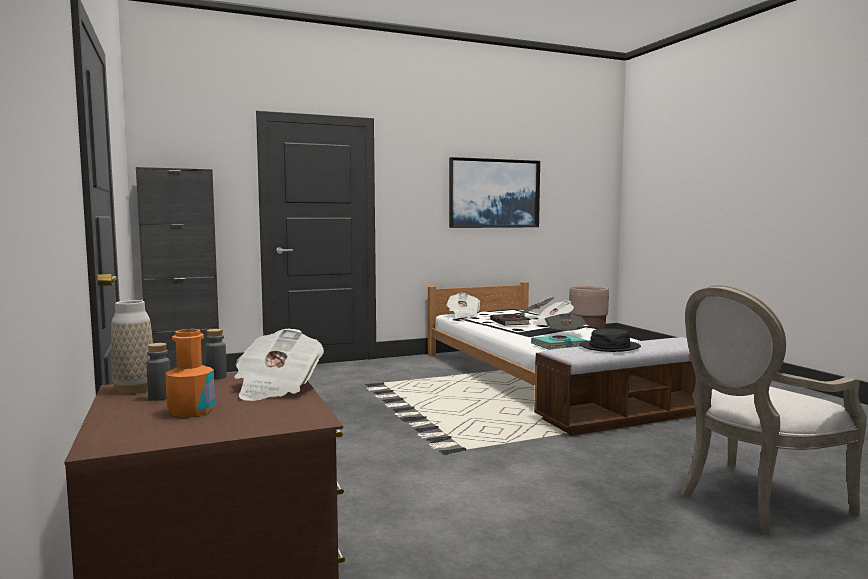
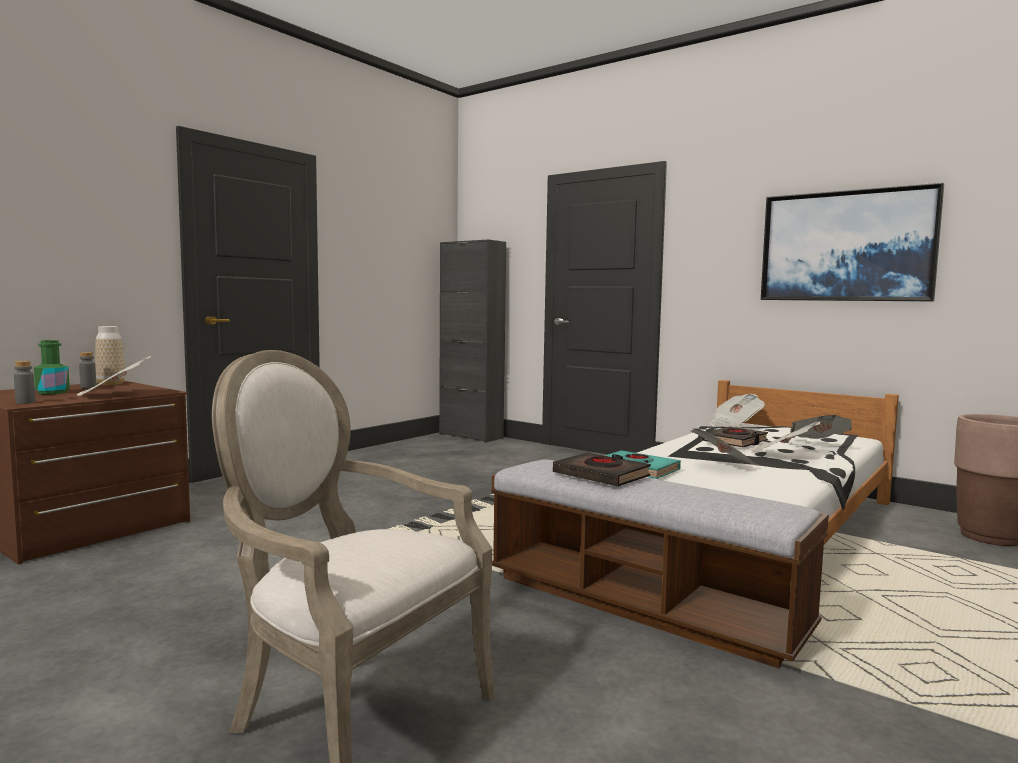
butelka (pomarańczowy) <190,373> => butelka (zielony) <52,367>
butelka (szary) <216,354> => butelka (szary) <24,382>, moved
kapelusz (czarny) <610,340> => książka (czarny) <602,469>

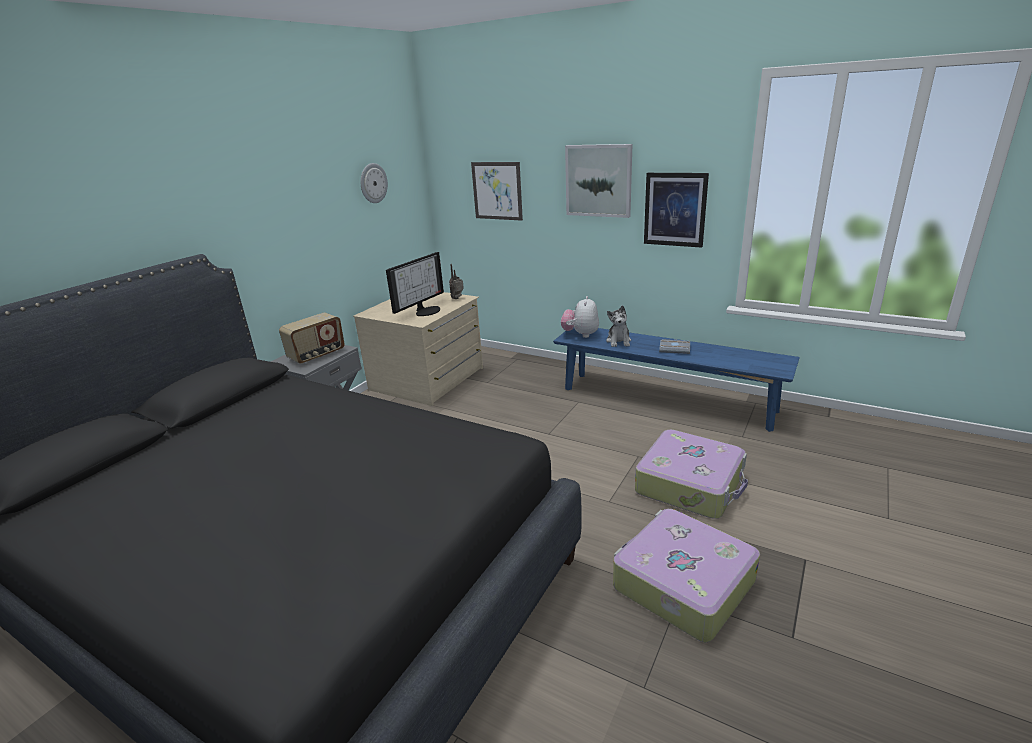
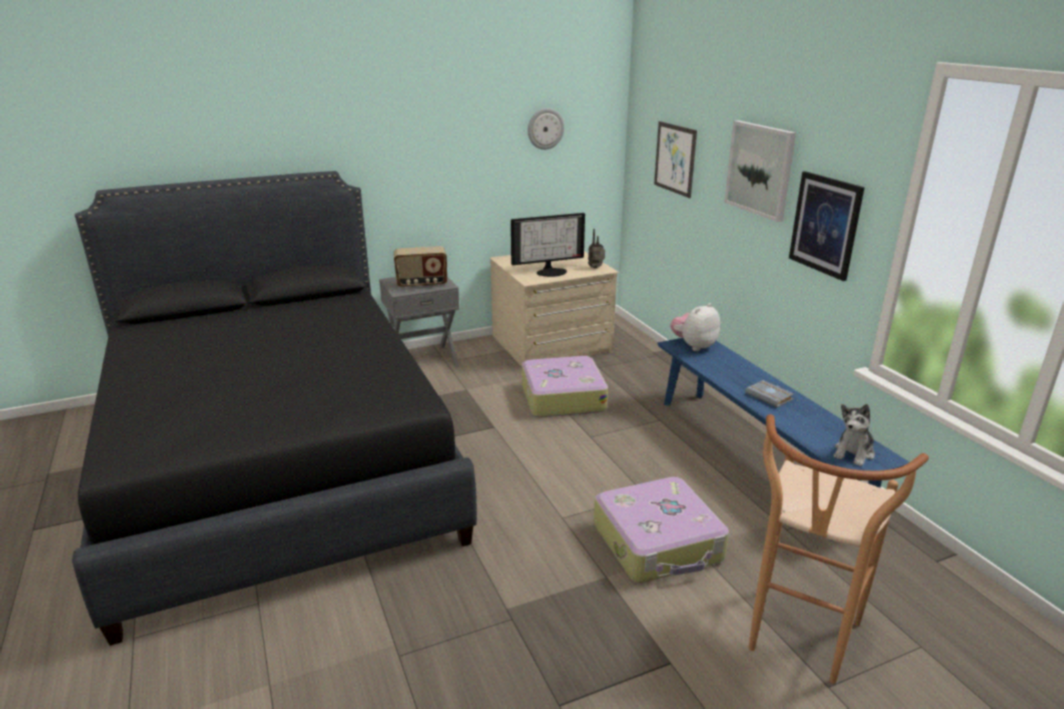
pluszak <618,326> => pluszak <854,435>, moved
walizka <686,575> => walizka <565,386>, moved
nothing => stołek (brązowy) <839,549>

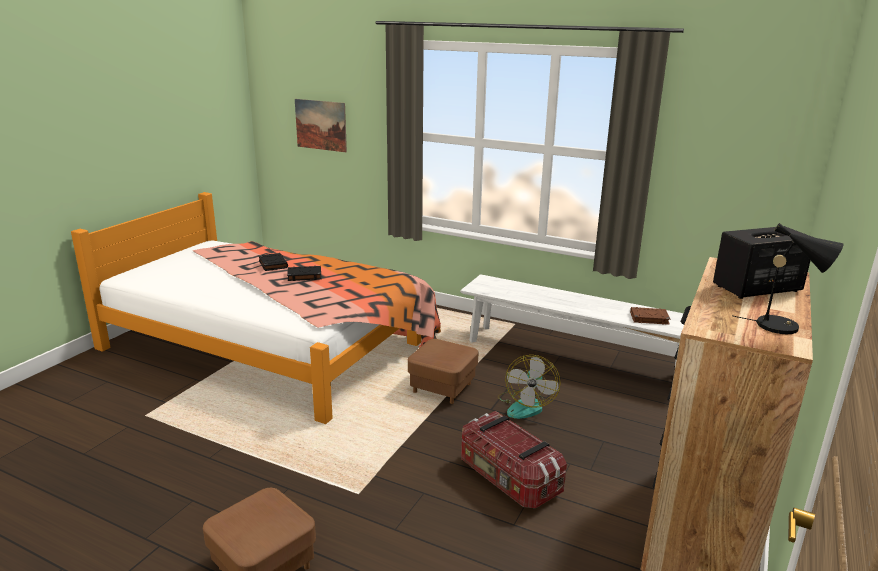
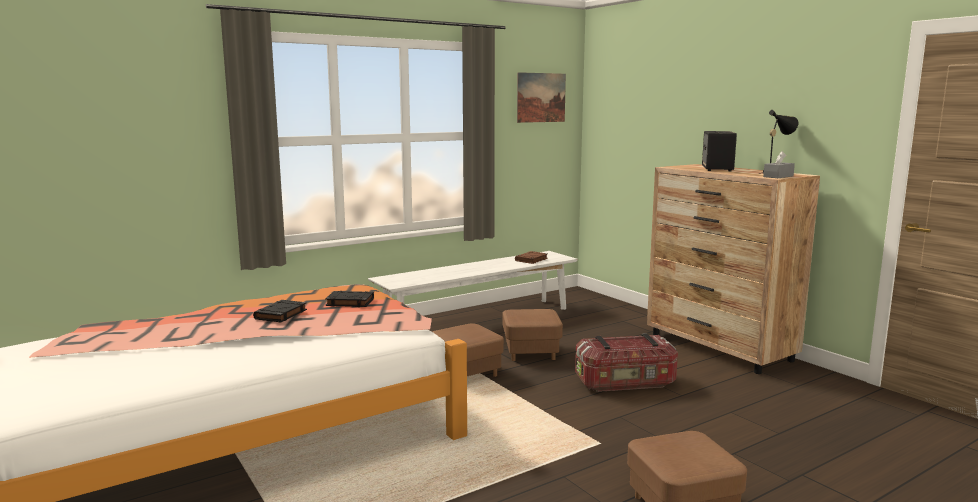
książka (czarny) <273,262> => książka (czarny) <349,299>, moved
obraz <321,125> => obraz <541,97>, moved
wentylator <529,387> => pufa (brązowy) <532,335>
nothing => pudełko chusteczek (szary) <779,164>

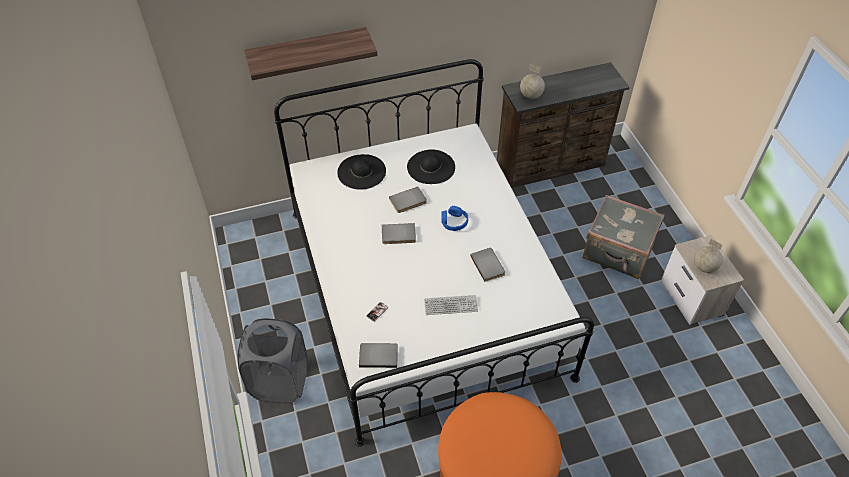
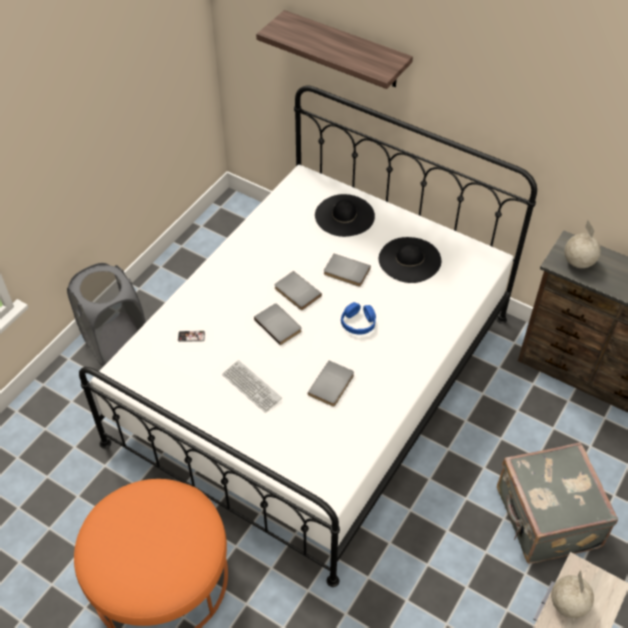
książka (szary) <378,355> => książka (szary) <277,324>, moved

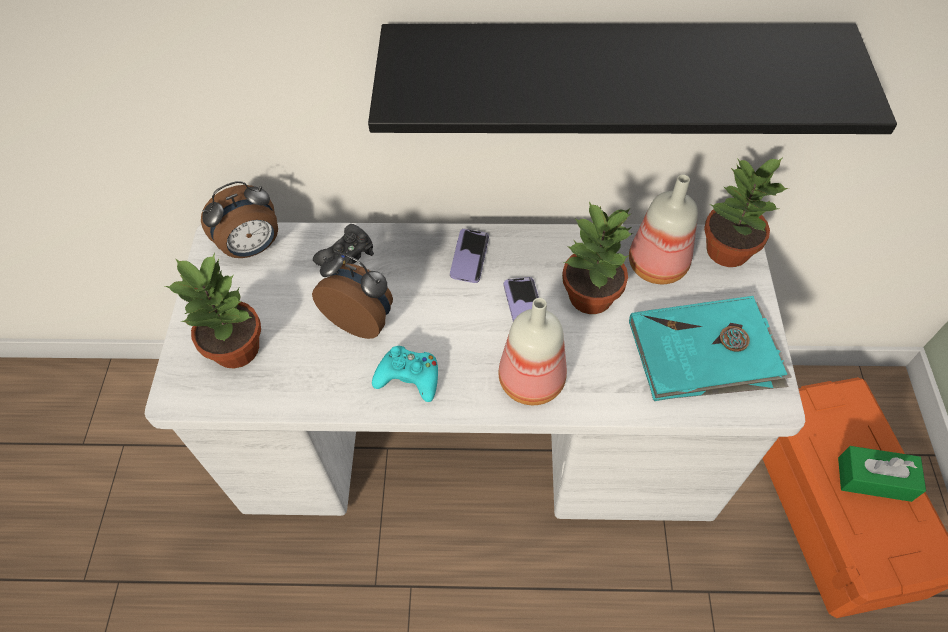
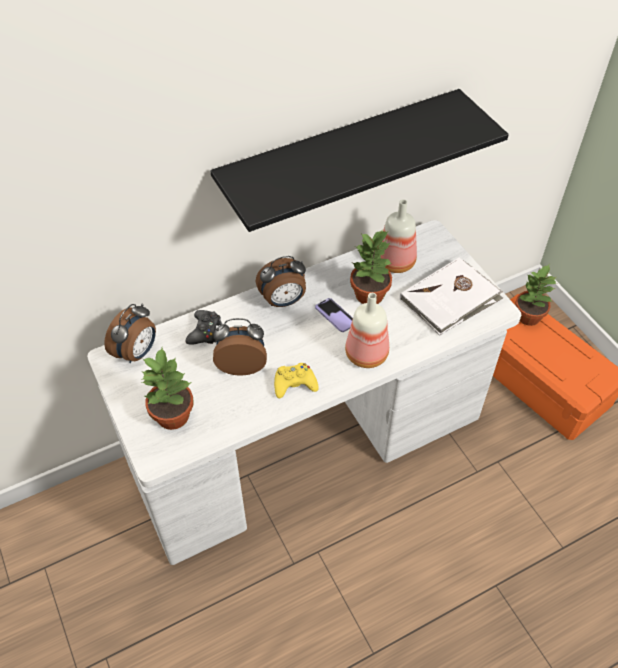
pad do gier (turkusowy) <405,374> => pad do gier (żółty) <296,380>
telefon <469,256> => budzik <281,281>
książka (turkusowy) <710,348> => książka (biały) <451,296>
roślina doniczkowa <746,212> => roślina doniczkowa <536,295>, moved
pudełko chusteczek (zielony) <882,474> => nothing

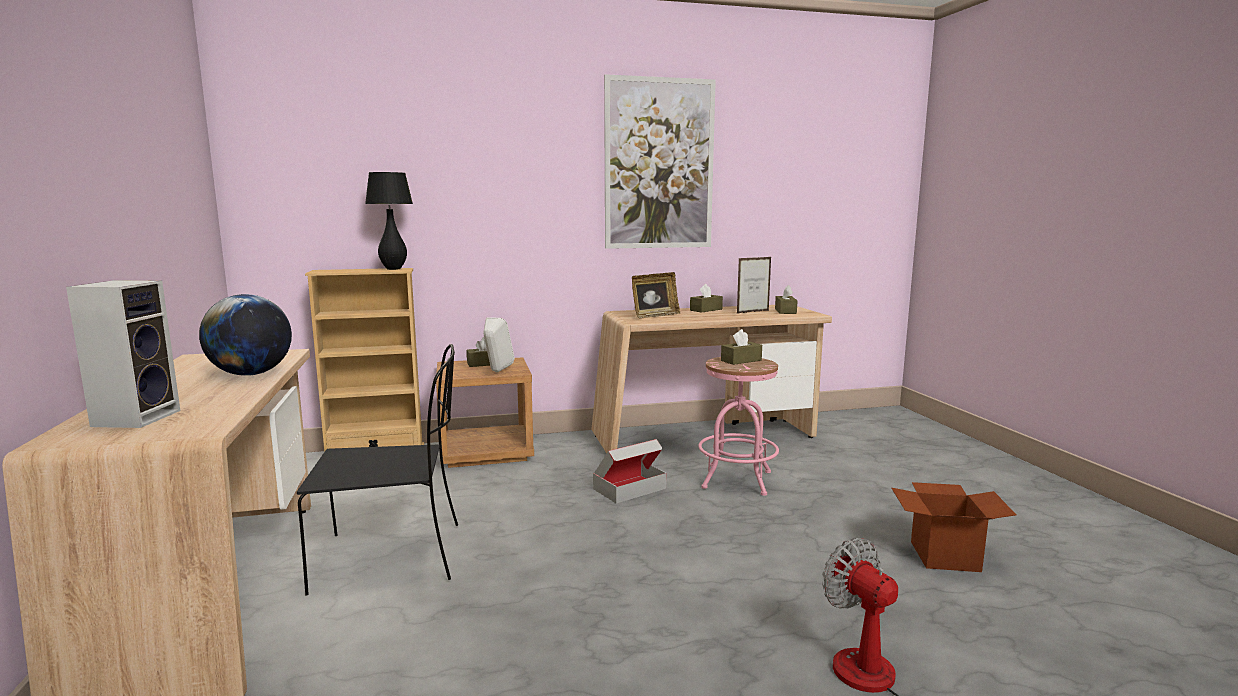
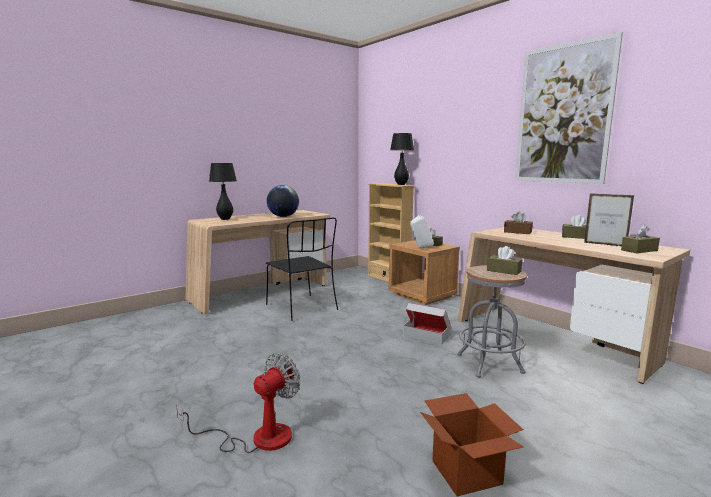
głośnik <123,354> => lampa stołowa (czarny) <223,191>
ramka na zdjęcie <656,295> => pudełko chusteczek (brązowy) <518,222>
stołek (różowy) <738,426> => stołek (szary) <492,321>

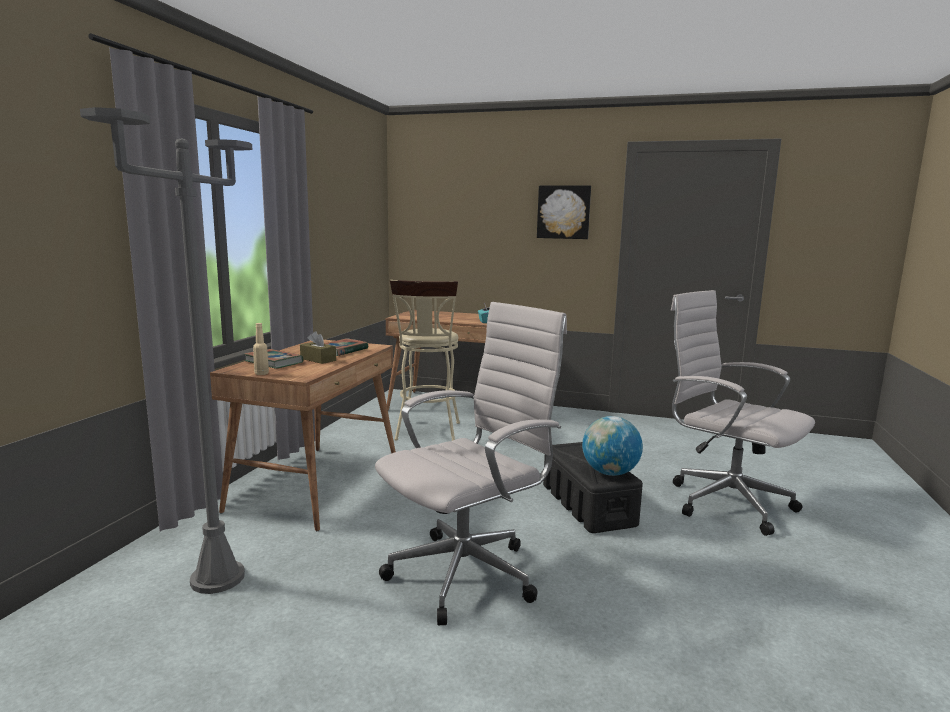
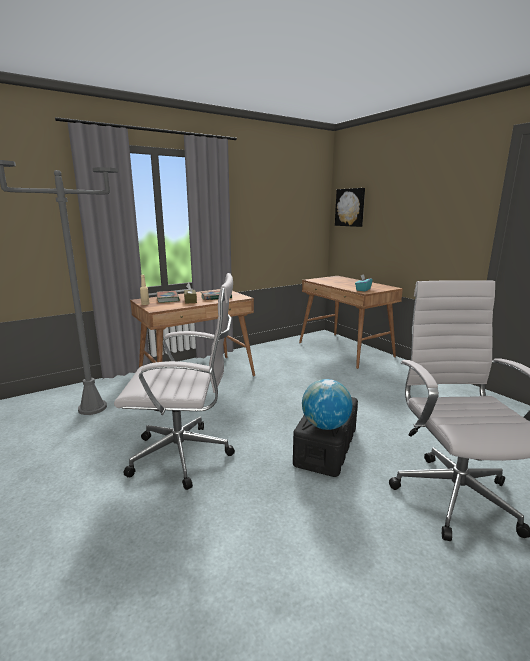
stołek (beżowy) <425,360> => nothing
obraz <564,212> => obraz <350,207>, moved

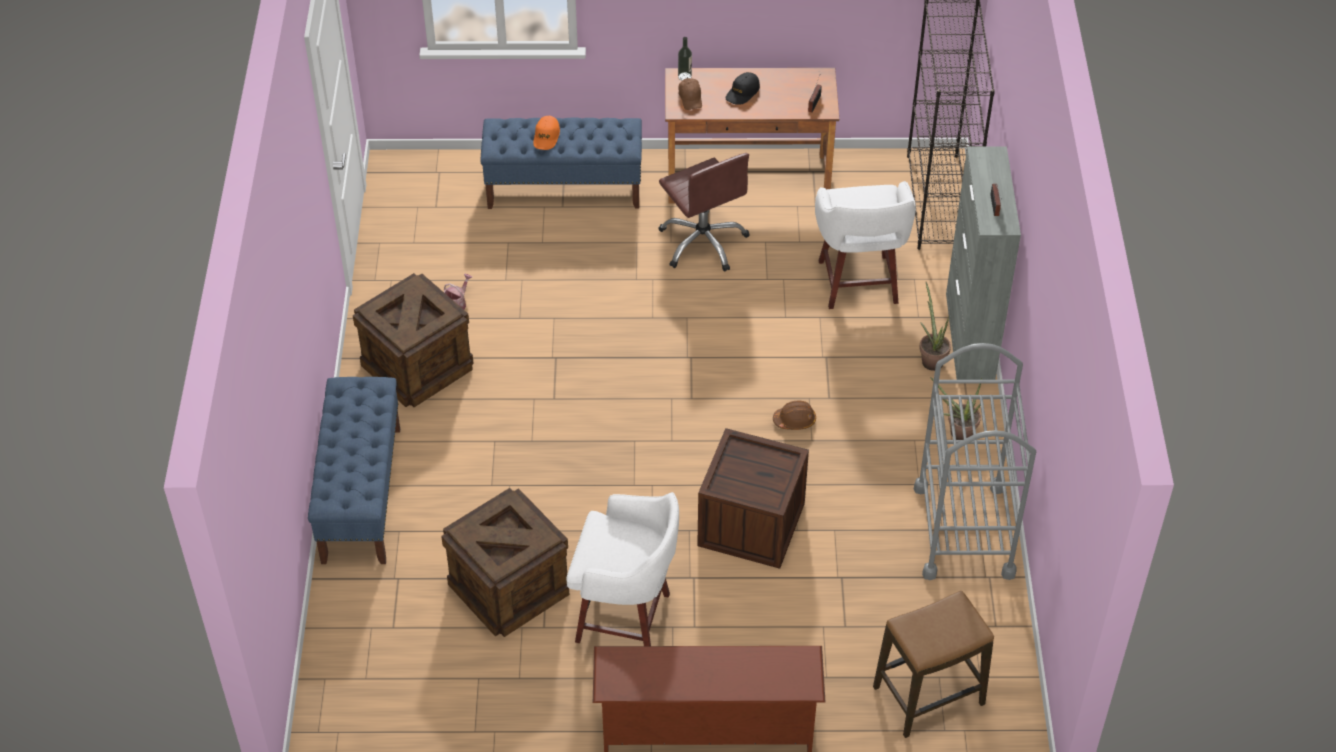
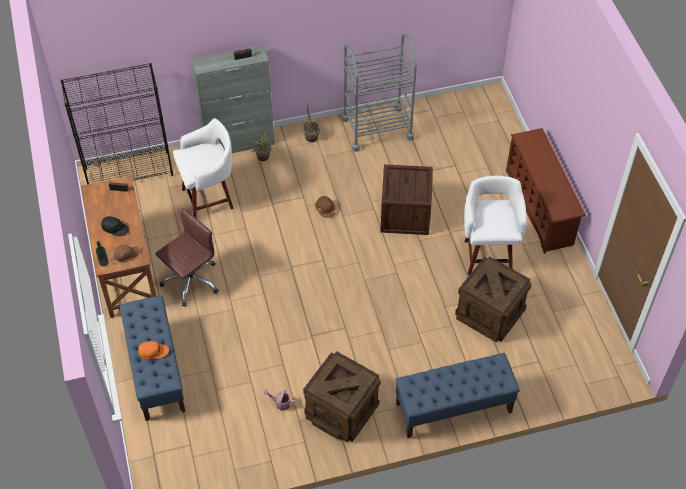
stołek <933,664> => nothing

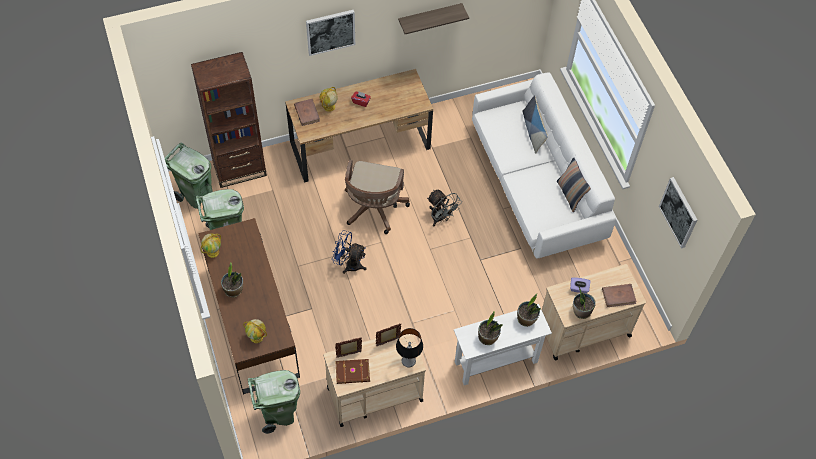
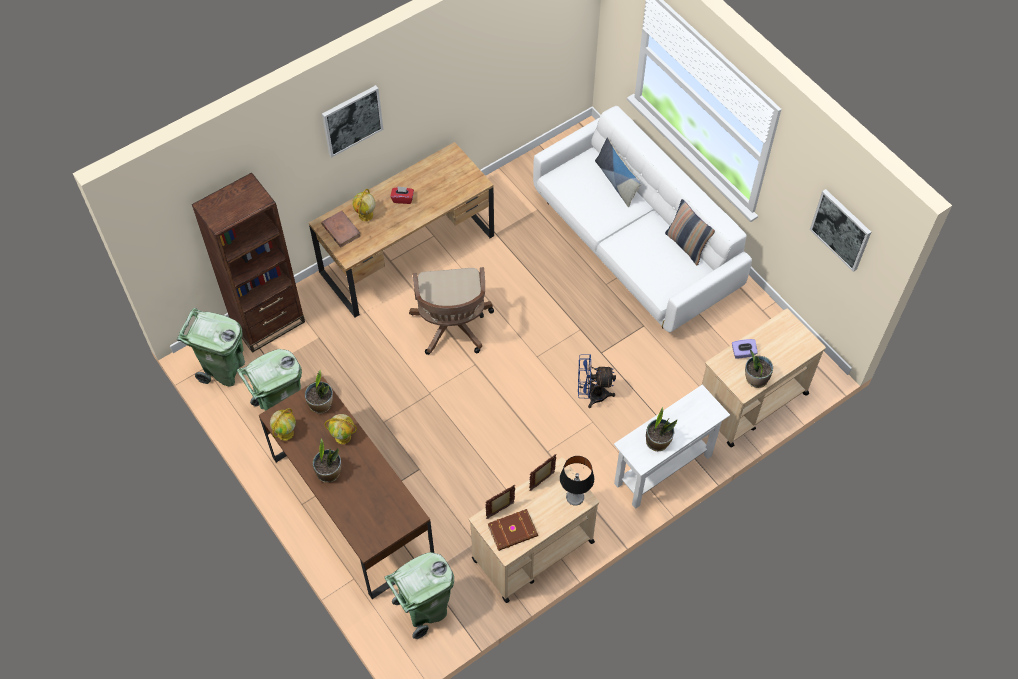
globus <255,331> => globus <341,429>, moved
wentylator (niebieski) <349,252> => wentylator (niebieski) <597,381>, moved
półka <433,18> => nothing
wentylator (szary) <443,208> => nothing
roślina doniczkowa <529,310> => roślina doniczkowa <319,391>, moved
książka (brązowy) <619,295> => nothing

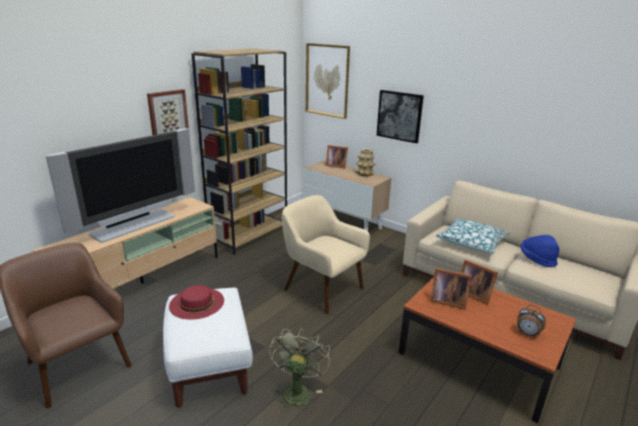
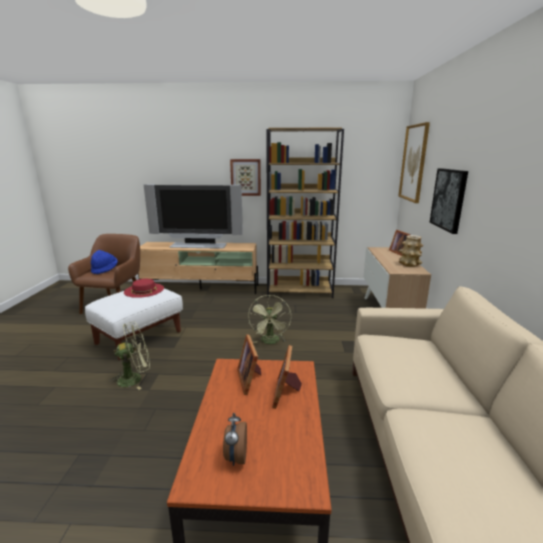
fotel (beżowy) <326,254> => wentylator (zielony) <269,319>
poduszka <472,236> => nothing
kapelusz (niebieski) <540,251> => kapelusz (niebieski) <104,262>, moved

